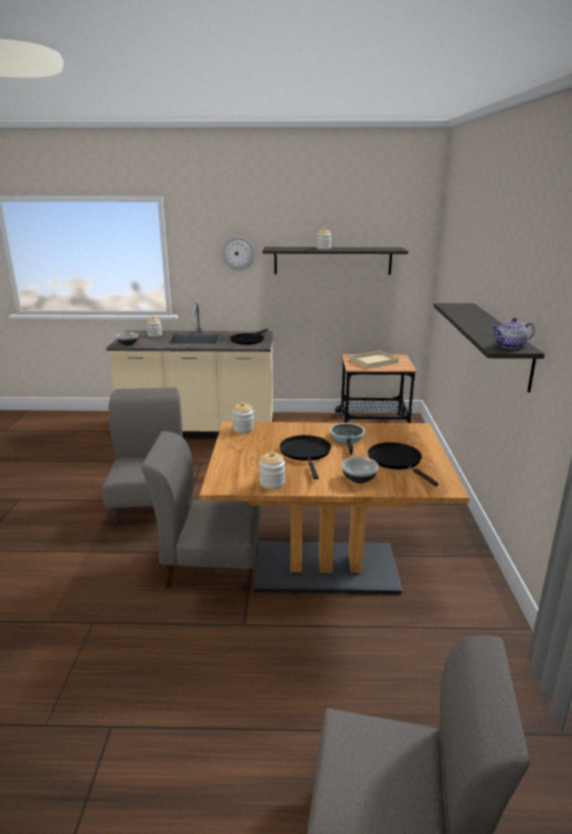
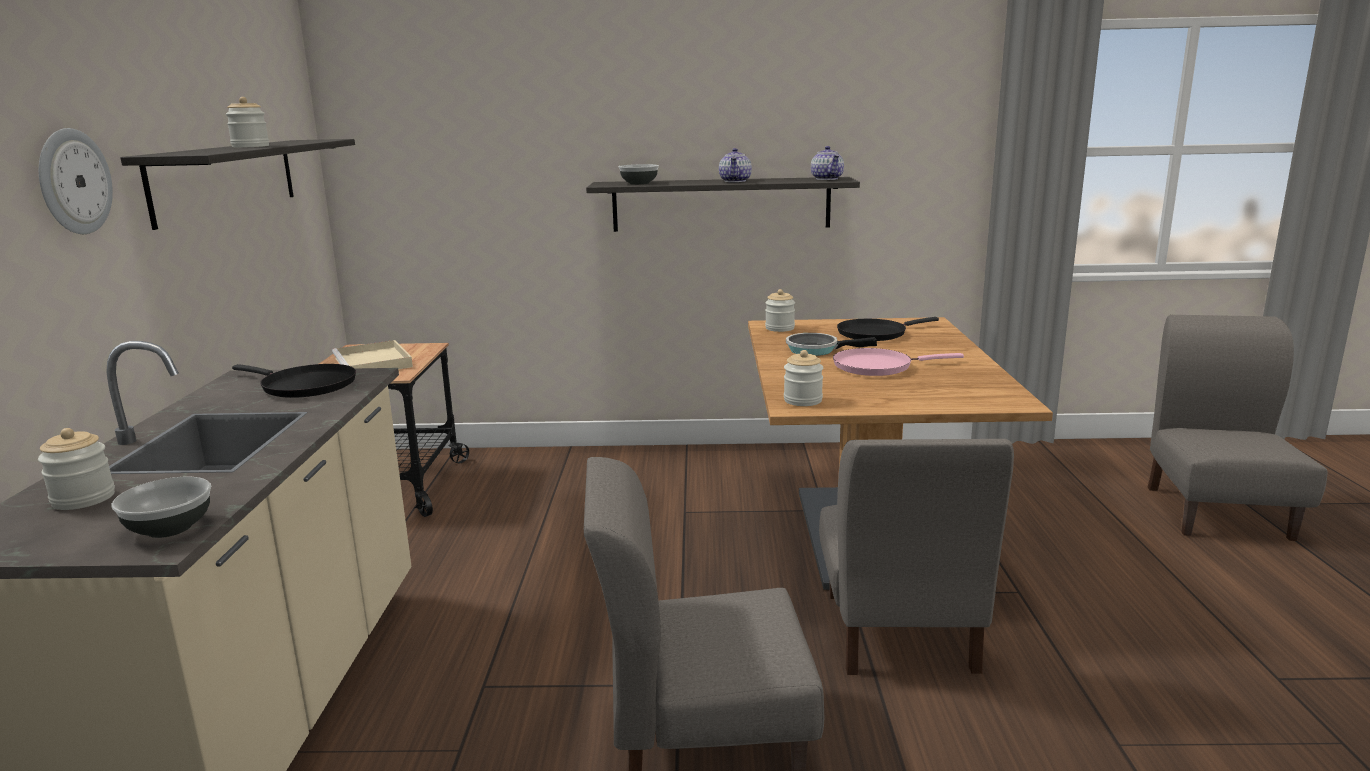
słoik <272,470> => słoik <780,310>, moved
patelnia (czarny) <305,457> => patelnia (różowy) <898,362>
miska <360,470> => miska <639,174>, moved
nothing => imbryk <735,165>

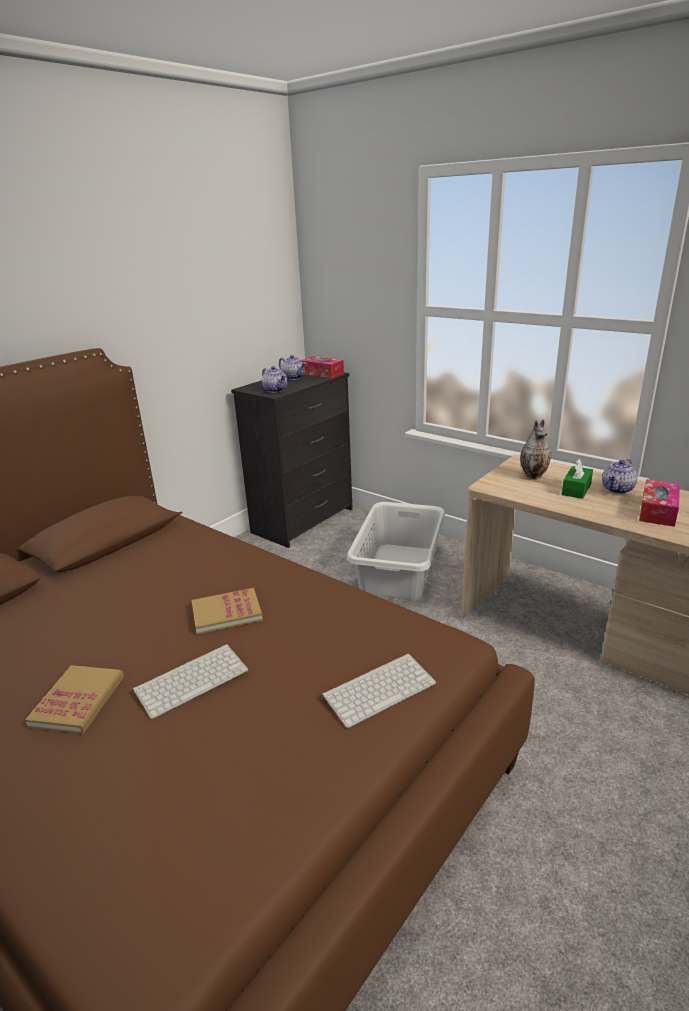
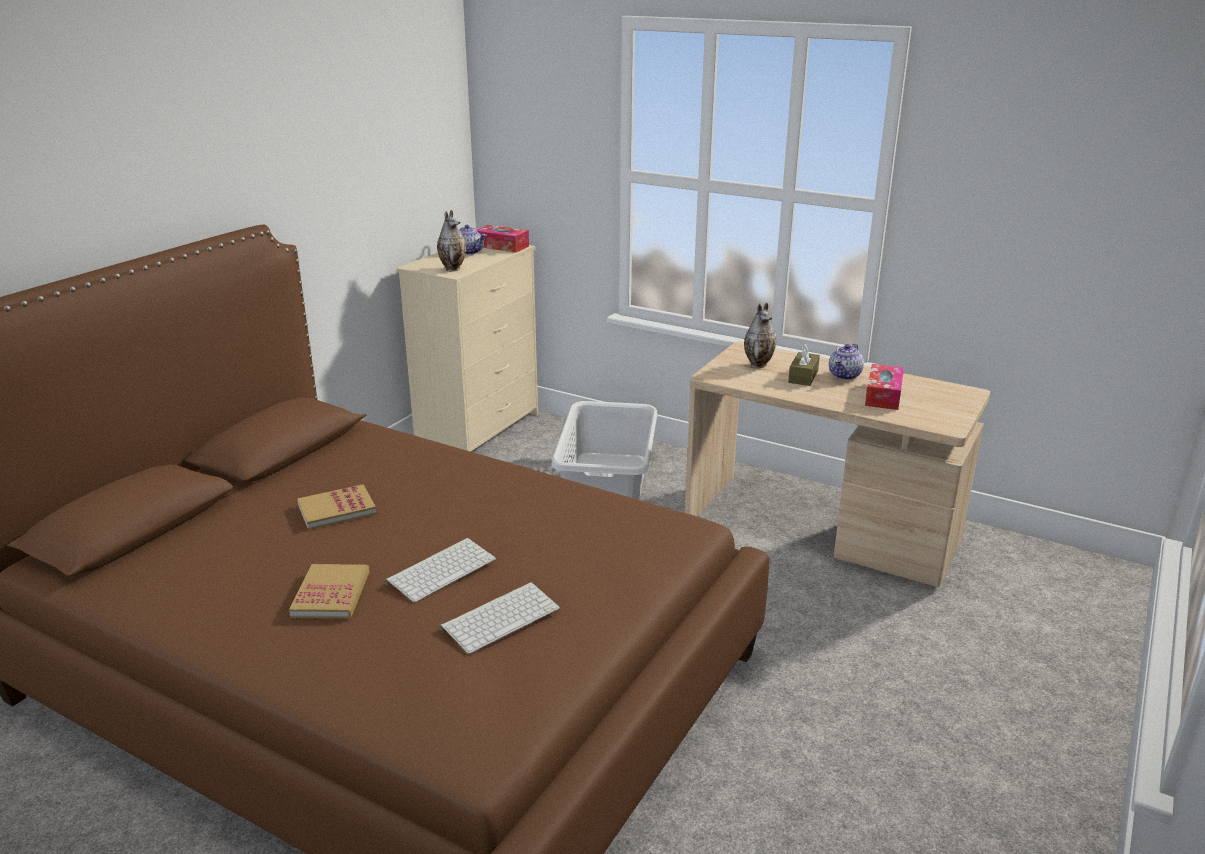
książka <227,611> => książka <337,507>, moved
komoda (czarny) <292,460> => komoda (beżowy) <467,348>
imbryk <274,379> => wazon <451,241>
klawiatura <378,691> => klawiatura <499,618>, moved
pudełko chusteczek (zielony) <577,479> => pudełko chusteczek (brązowy) <804,365>

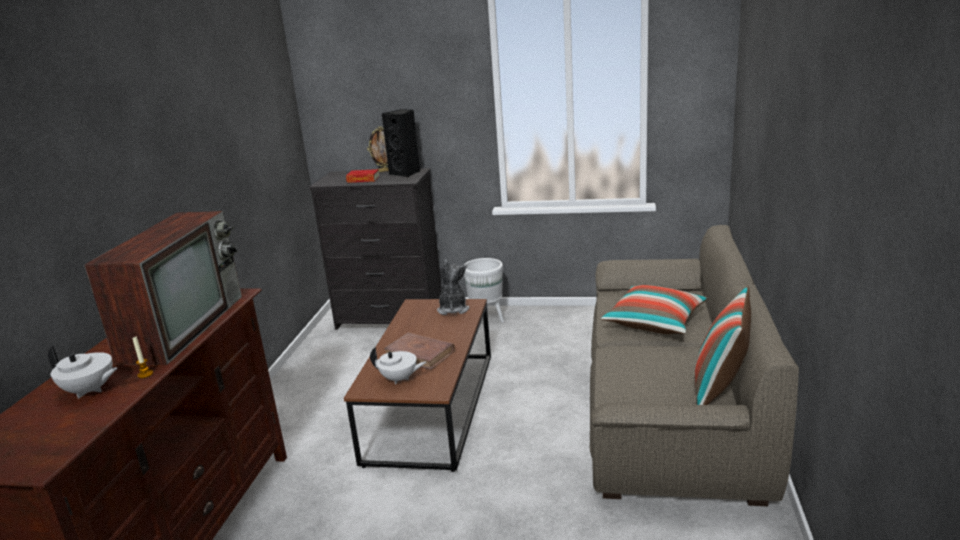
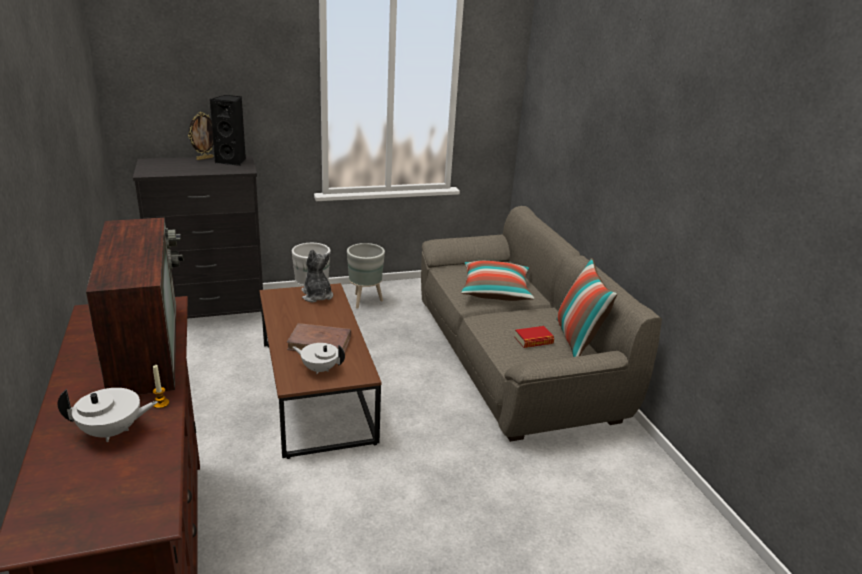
książka <363,176> => książka <534,337>, moved
imbryk (biały) <398,365> => imbryk (biały) <319,358>, 150 degrees counterclockwise
nothing => donica (szary) <366,276>

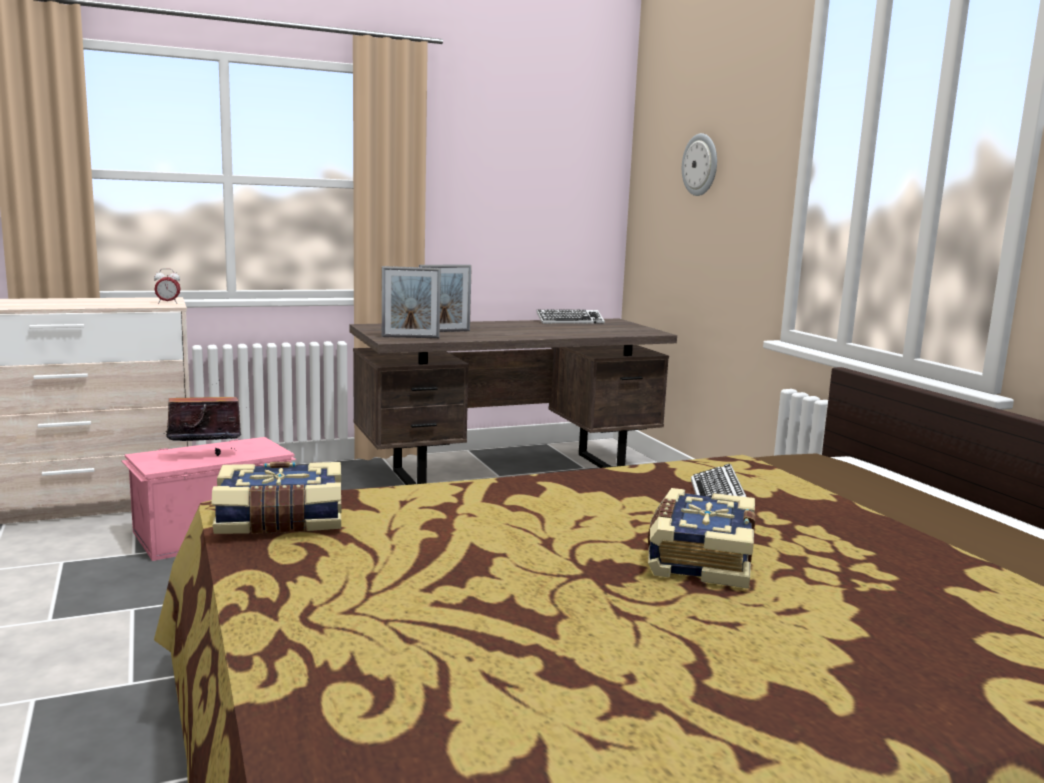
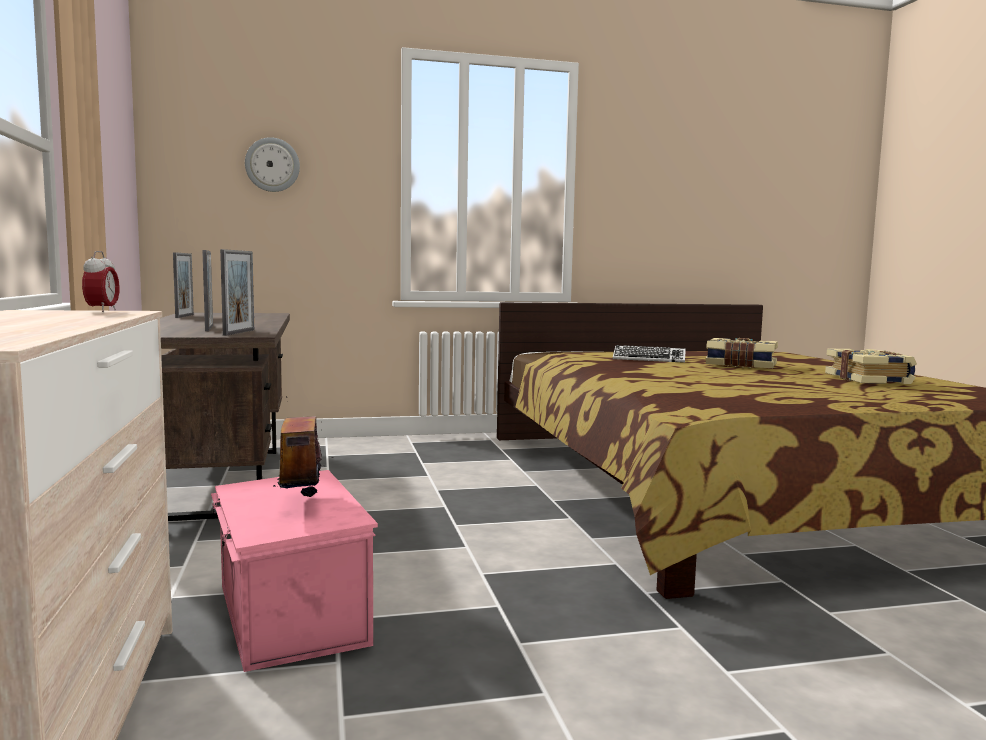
książka <276,498> => książka <871,366>, moved
klawiatura <570,316> => ramka na zdjęcie <183,285>

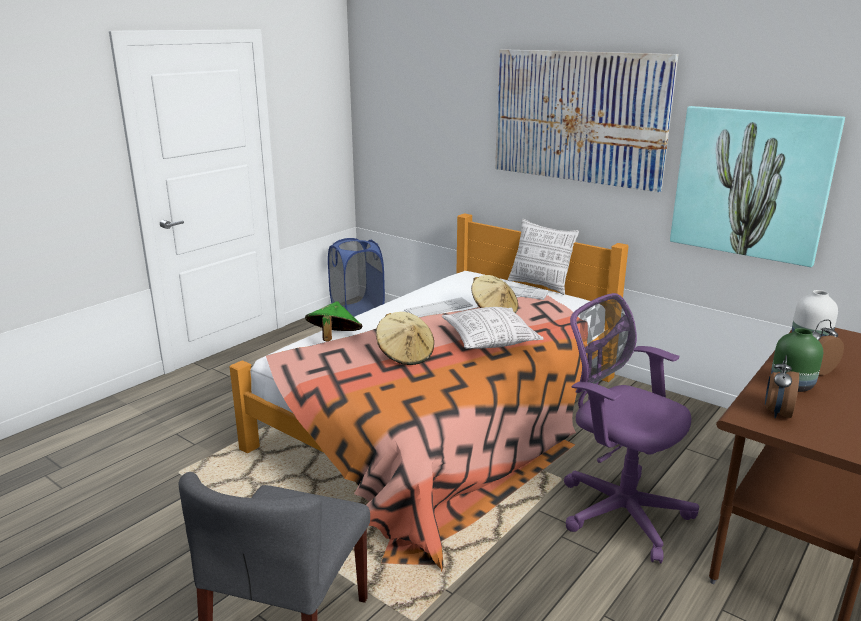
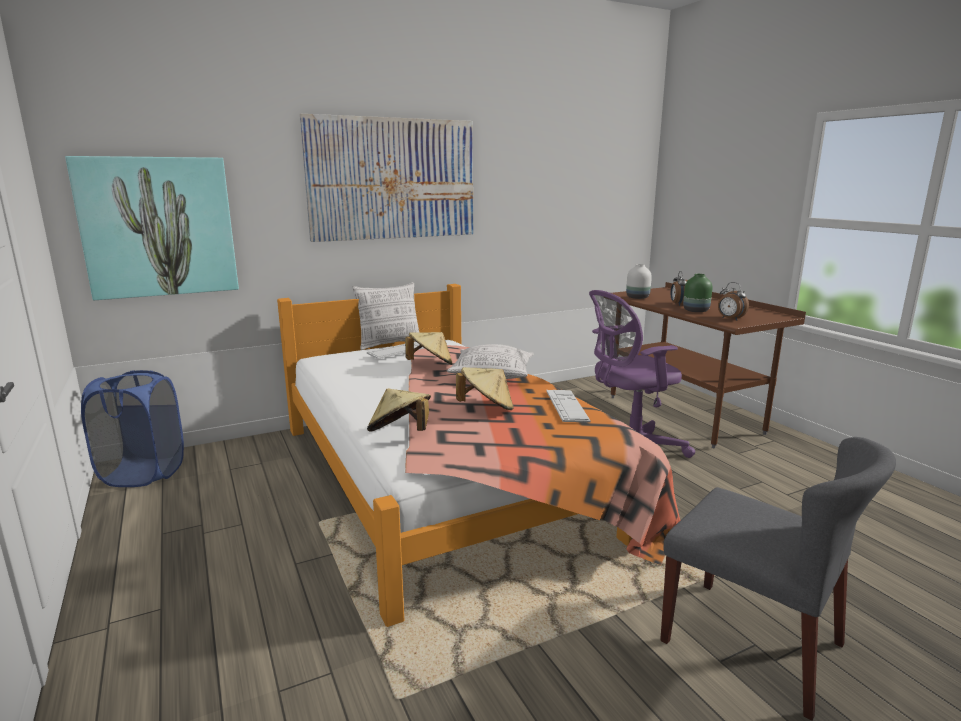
kapelusz (zielony) <333,321> => kapelusz (beżowy) <399,410>
klawiatura <438,307> => klawiatura <568,406>, moved
obraz <757,186> => obraz <152,228>, moved

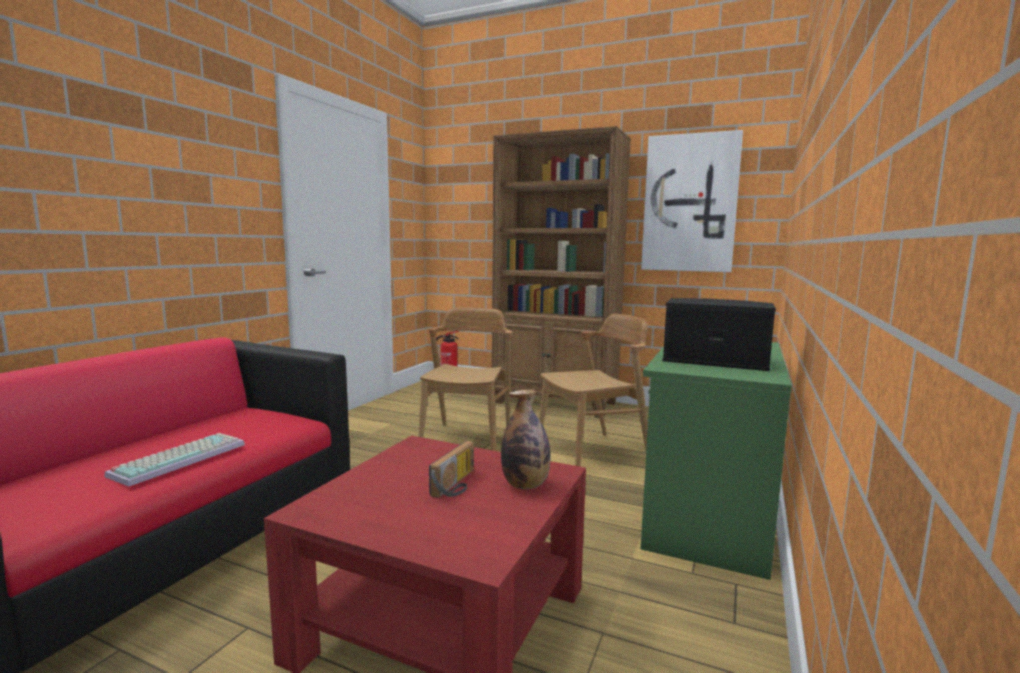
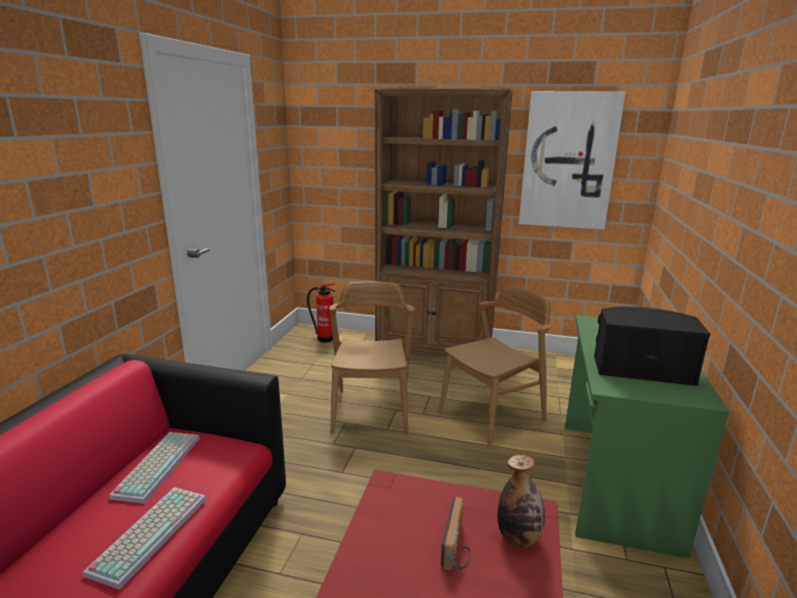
nothing => klawiatura <154,468>

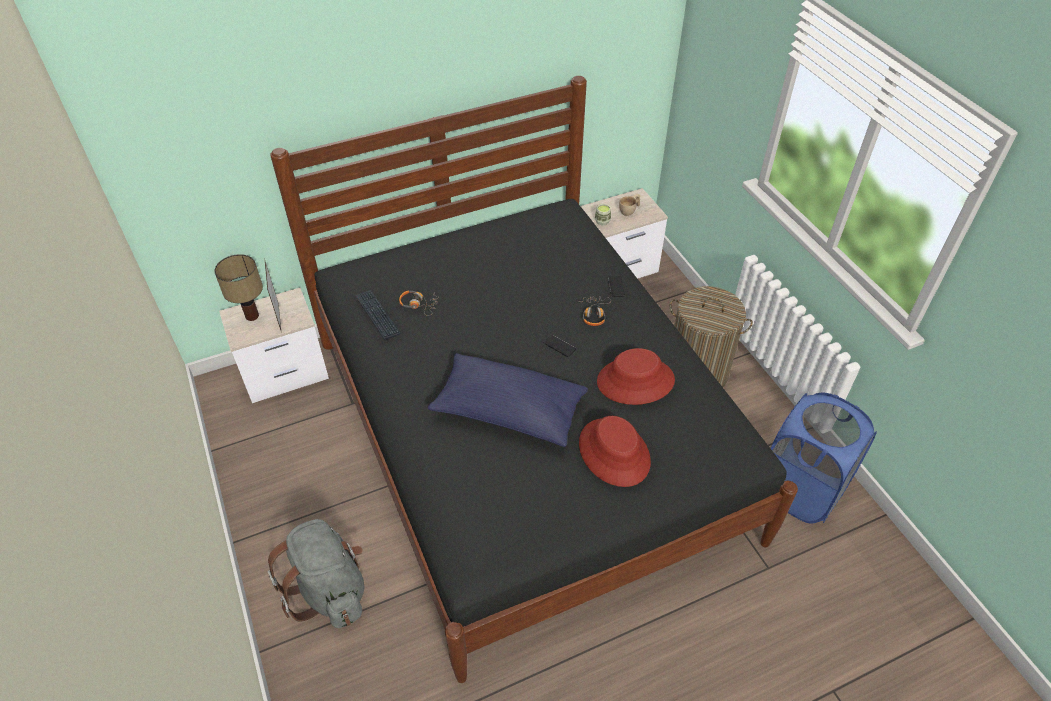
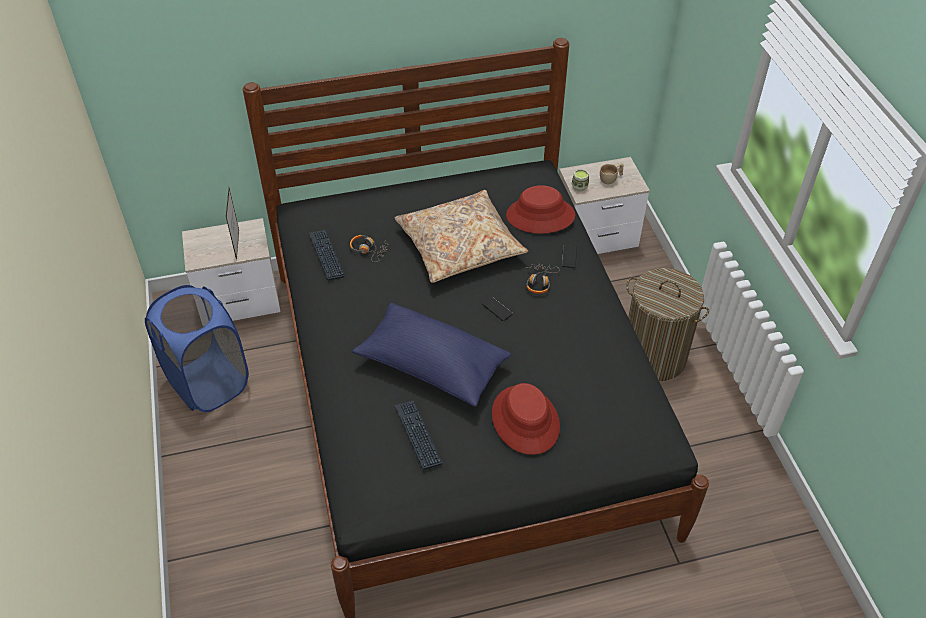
lampa stołowa <238,287> => nothing
plecak (szary) <316,573> => nothing
kapelusz (czerwony) <636,376> => kapelusz (czerwony) <540,209>, moved
kosz na pranie (niebieski) <824,458> => kosz na pranie (niebieski) <197,348>, moved
nothing => poduszka (beżowy) <461,236>
nothing => klawiatura <418,435>

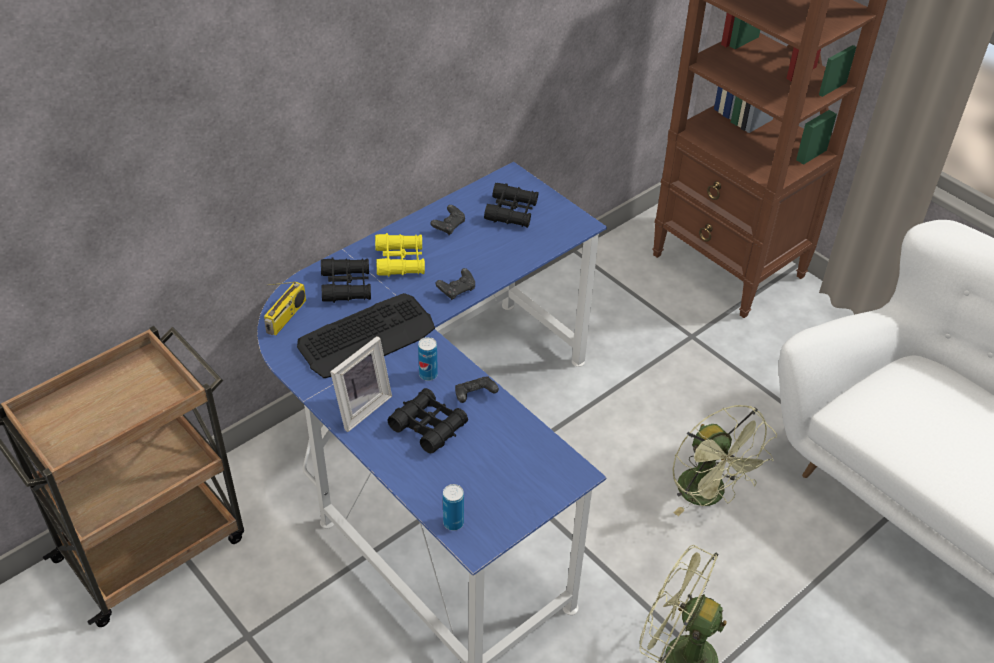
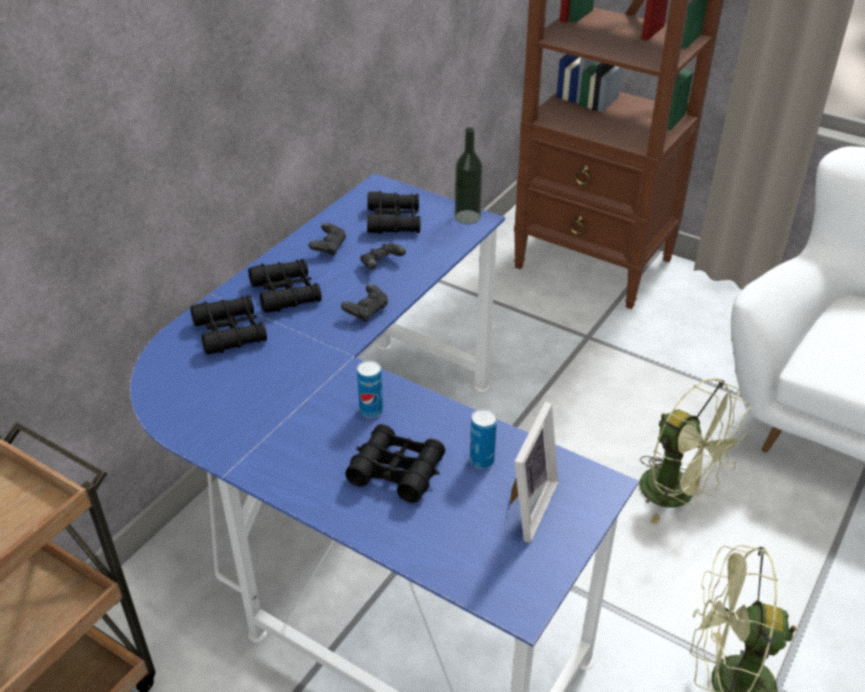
radio <285,308> => nothing
klawiatura <366,335> => nothing
ramka na zdjęcie <361,384> => ramka na zdjęcie <534,472>, moved
lornetka (żółty) <400,255> => lornetka (czarny) <285,286>
puszka <453,507> => puszka <483,438>, moved
pad do gier (czarny) <477,389> => pad do gier (czarny) <383,256>, moved
nothing => butelka <469,175>

